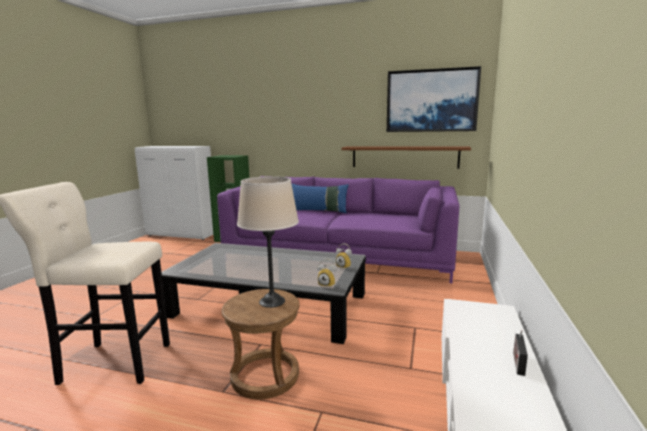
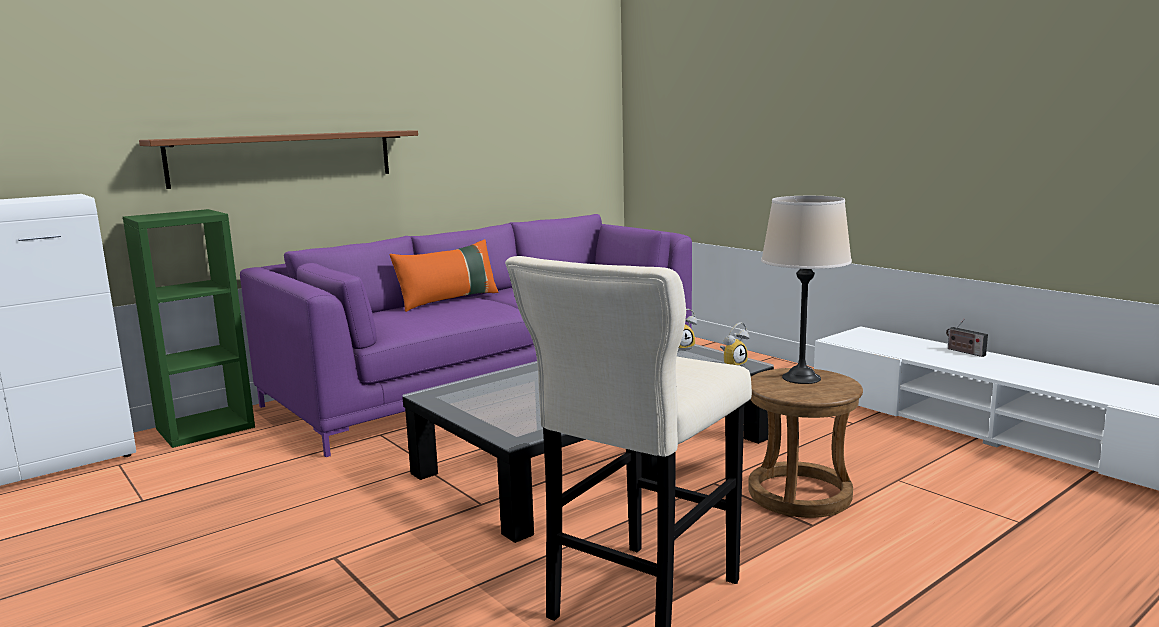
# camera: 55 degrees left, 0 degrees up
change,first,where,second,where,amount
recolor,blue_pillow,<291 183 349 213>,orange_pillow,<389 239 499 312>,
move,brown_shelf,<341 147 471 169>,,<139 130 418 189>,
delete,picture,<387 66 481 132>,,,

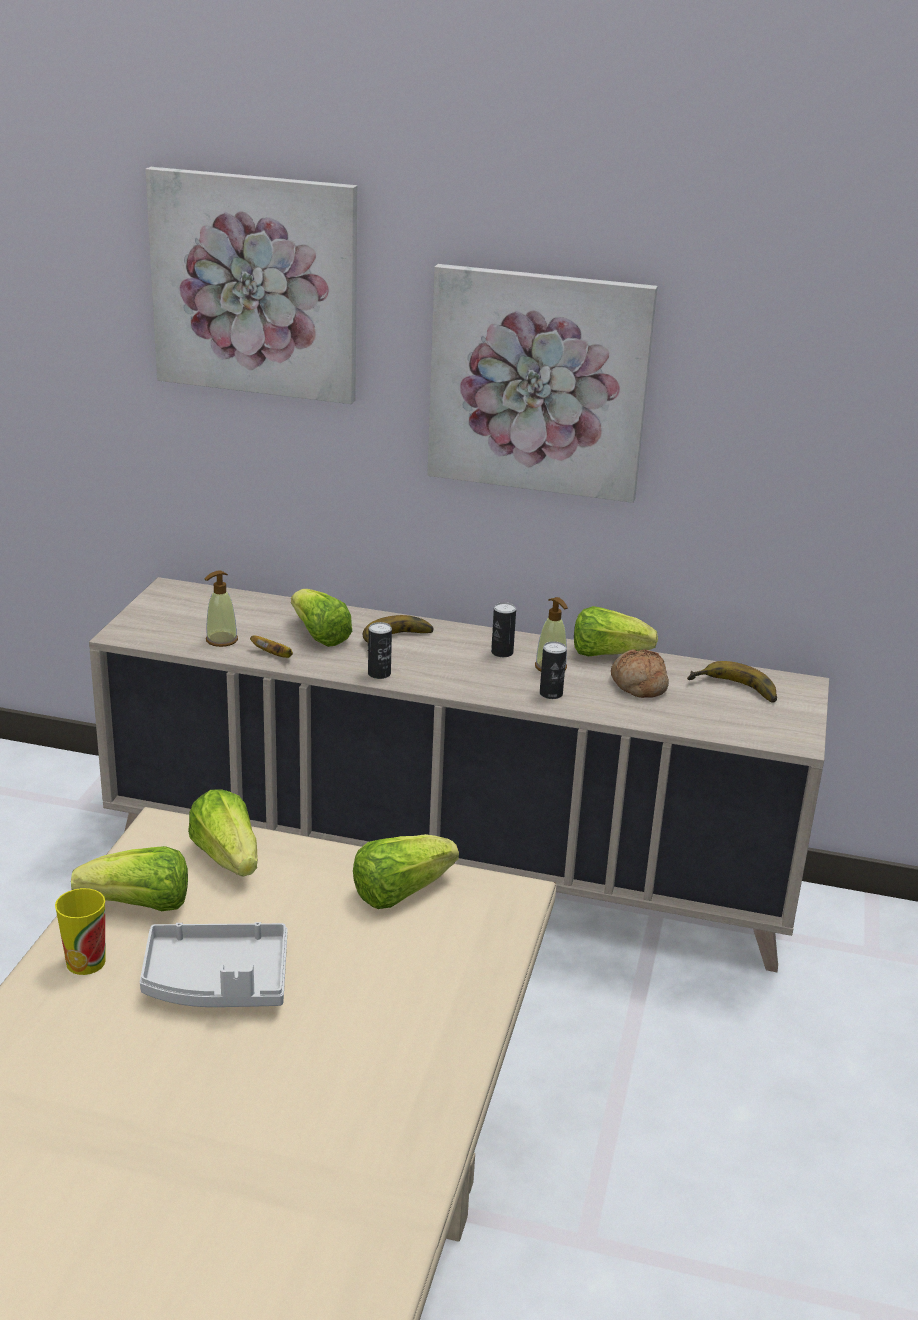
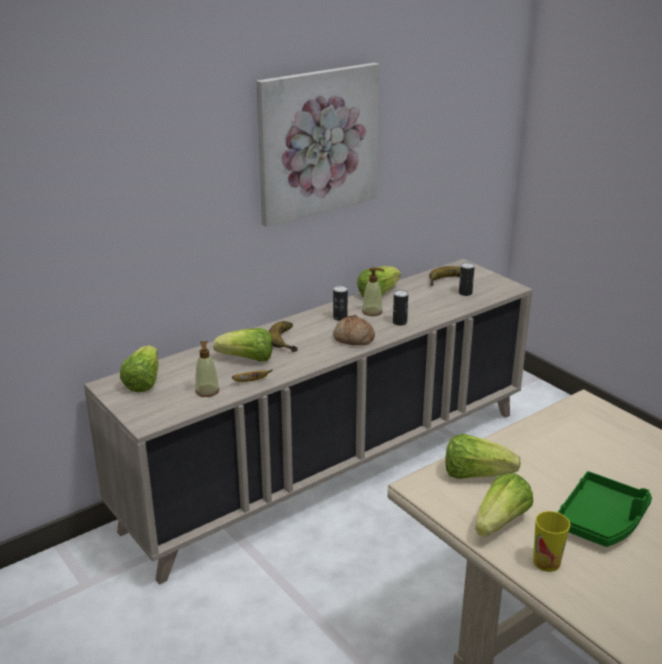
# camera: 50 degrees left, 0 degrees up
change,first,where,second,where,amount
recolor,grey_tray,<140 922 288 1007>,green_tray,<558 471 652 547>,
delete,picture,<145 167 357 404>,,,
move,lettuce,<353 834 459 909>,,<120 345 158 392>,
move,can,<368 622 392 679>,,<459 262 475 296>,
move,bread,<611 649 669 698>,,<333 315 375 345>,

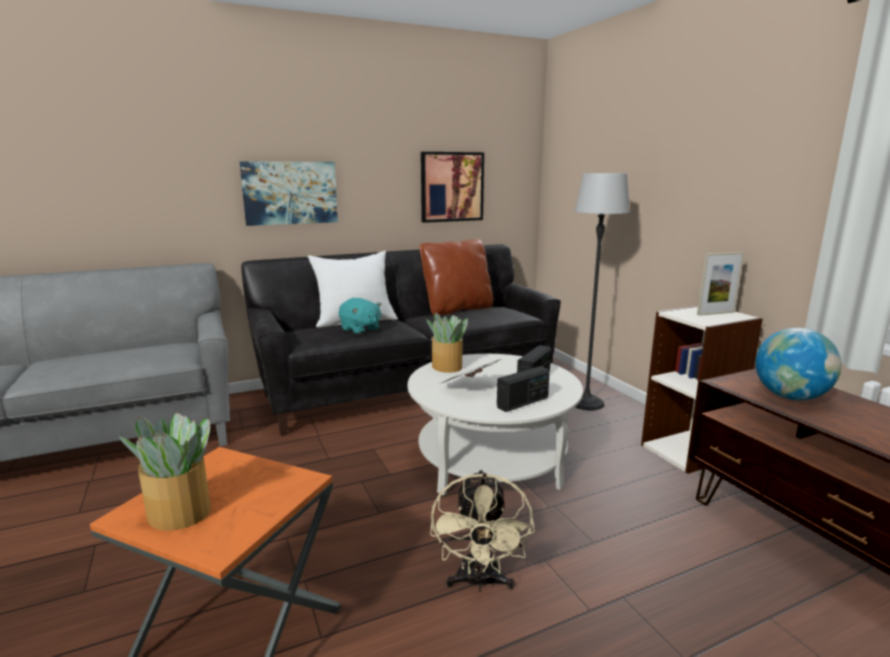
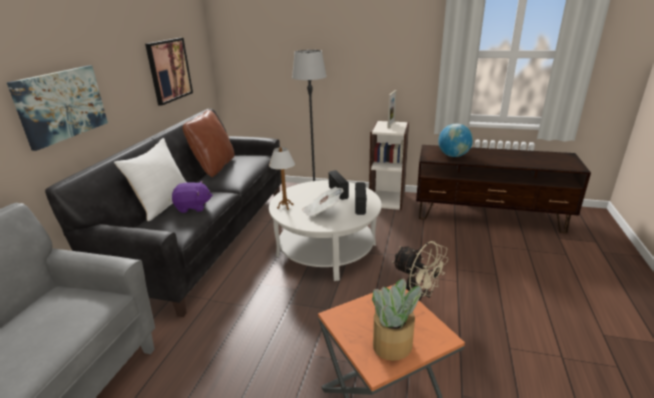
# camera: 50 degrees left, 10 degrees up
change,first,where,second,where,amount
recolor,turquoise_plush_toy,<339 298 381 334>,purple_plush_toy,<172 181 213 213>,
replace,potted_plant,<426 313 468 373>,table_lamp,<269 147 295 210>,

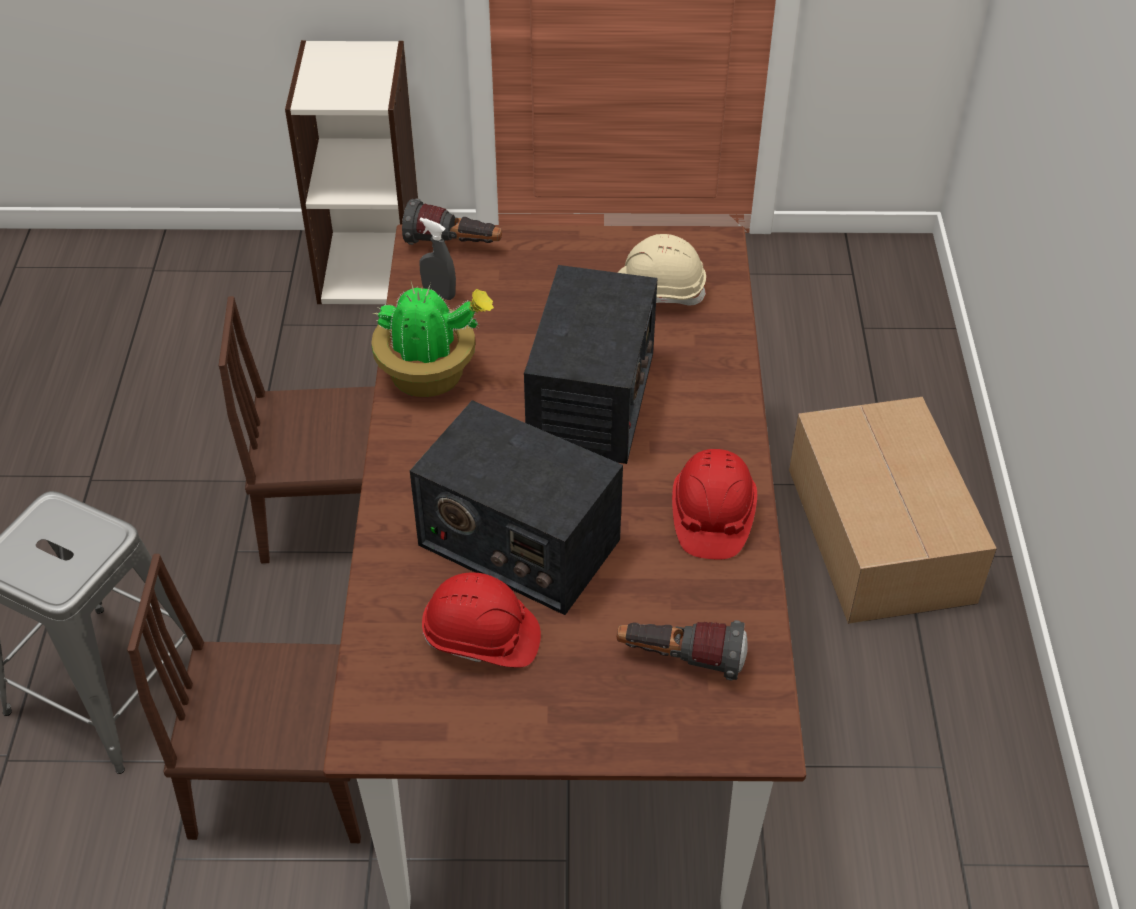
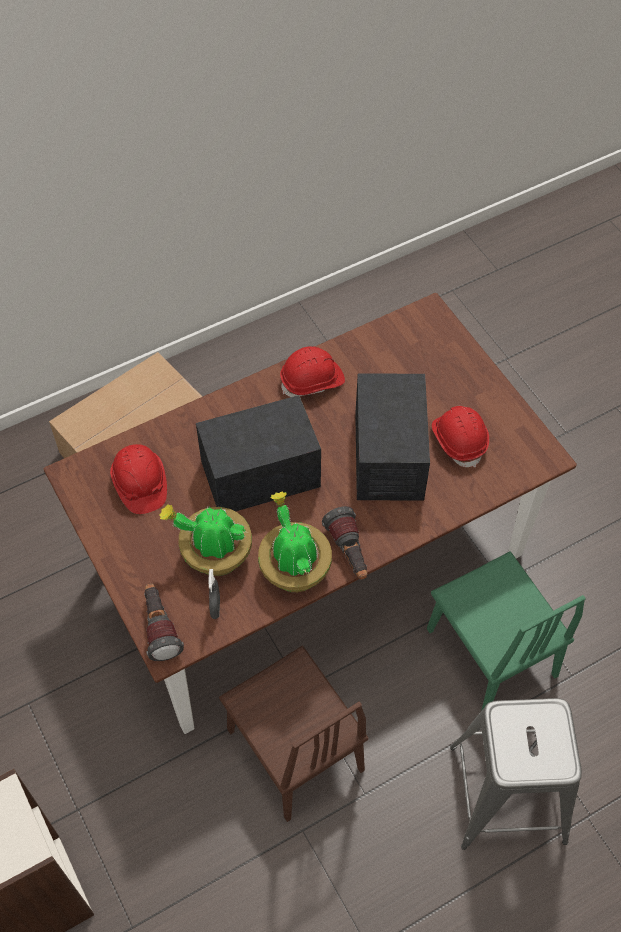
# camera: 120 degrees left, 10 degrees up
change,first,where,second,where,amount
recolor,brown_chair,<127 554 361 843>,green_chair,<427 551 586 711>,
move,flashlight,<617 620 747 680>,,<322 506 367 580>,
recolor,beige_hard_hat,<618 234 706 305>,red_hard_hat,<110 444 167 514>,
insert,,,potted_plant,<159 504 252 576>,

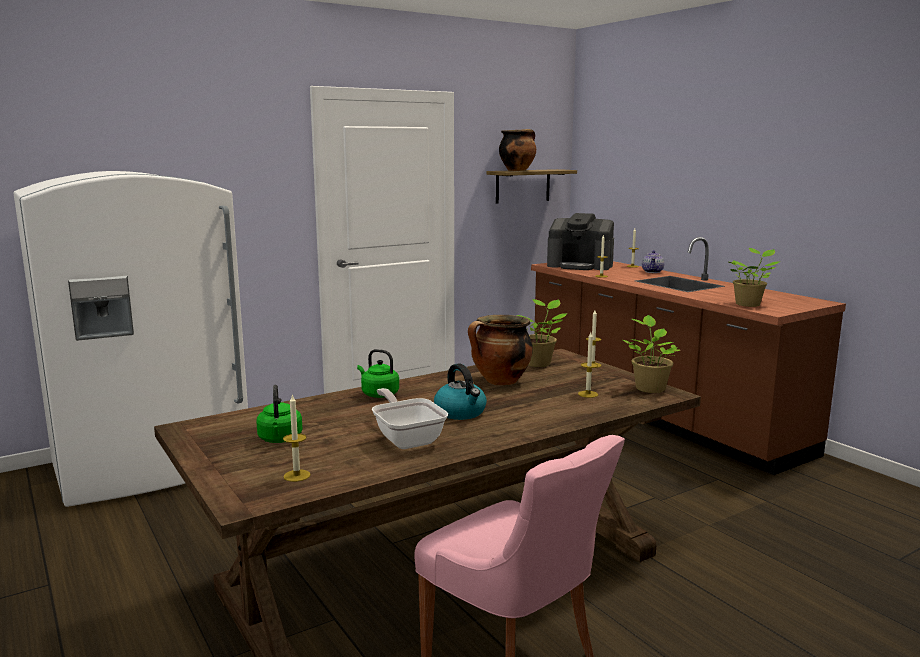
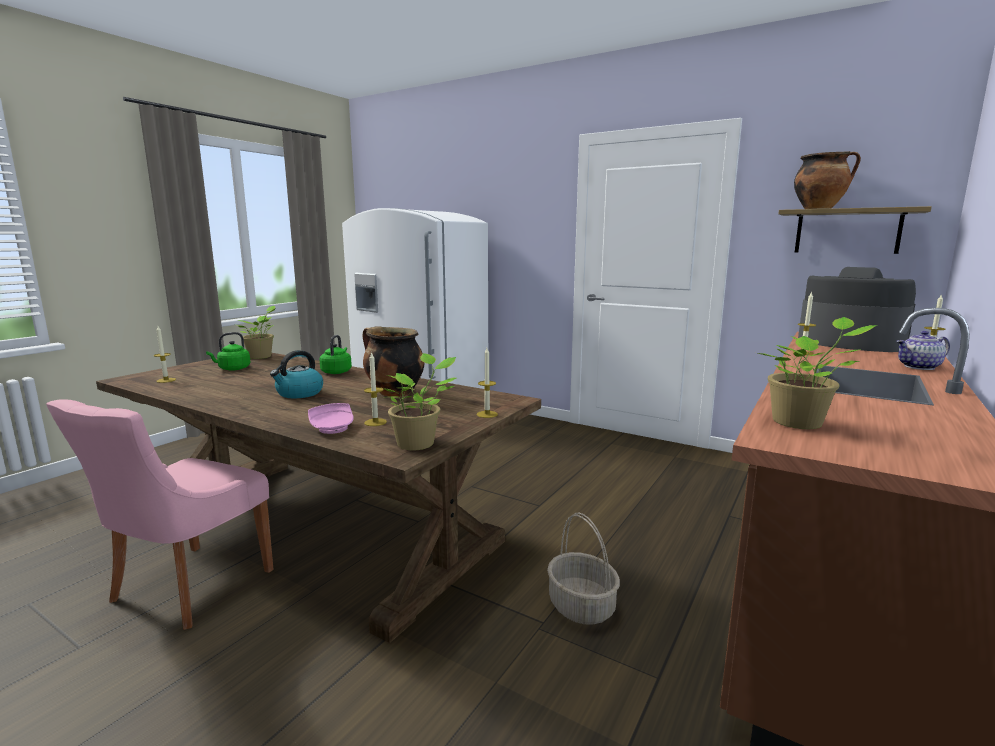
# camera: 65 degrees right, 0 degrees up
change,first,where,second,where,amount
delete,frying_pan,<372 388 448 449>,,,
move,potted_plant,<517 299 567 367>,,<238 306 276 359>,
rotate,coffee_machine,<547 213 614 270>,,<798 267 916 352>,135 degrees clockwise
insert,,,pink_plate,<308 403 354 434>,
insert,,,basket,<547 513 620 625>,

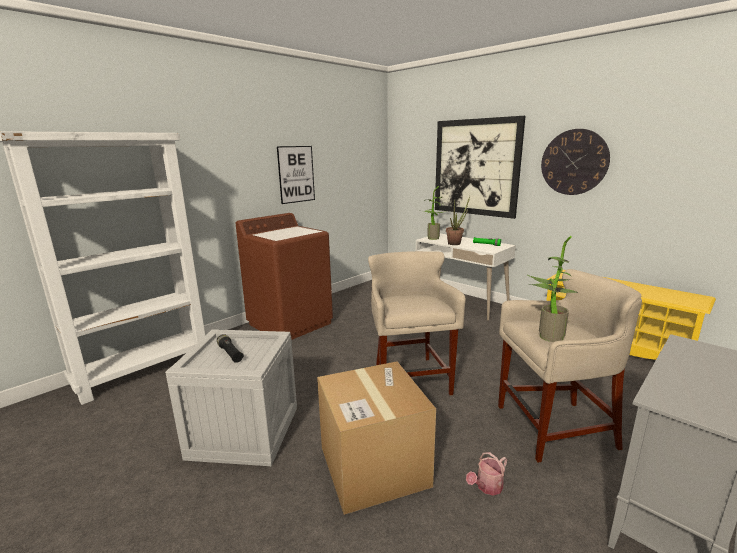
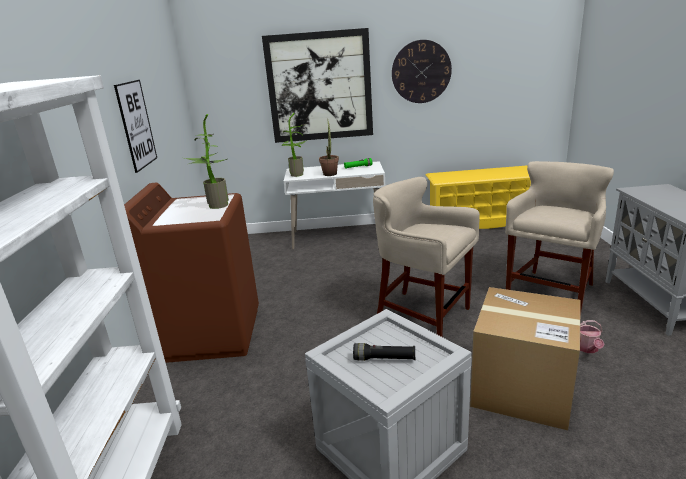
# camera: 45 degrees left, 5 degrees up
change,first,where,second,where,amount
move,potted_plant,<528 236 578 342>,,<185 114 229 209>,

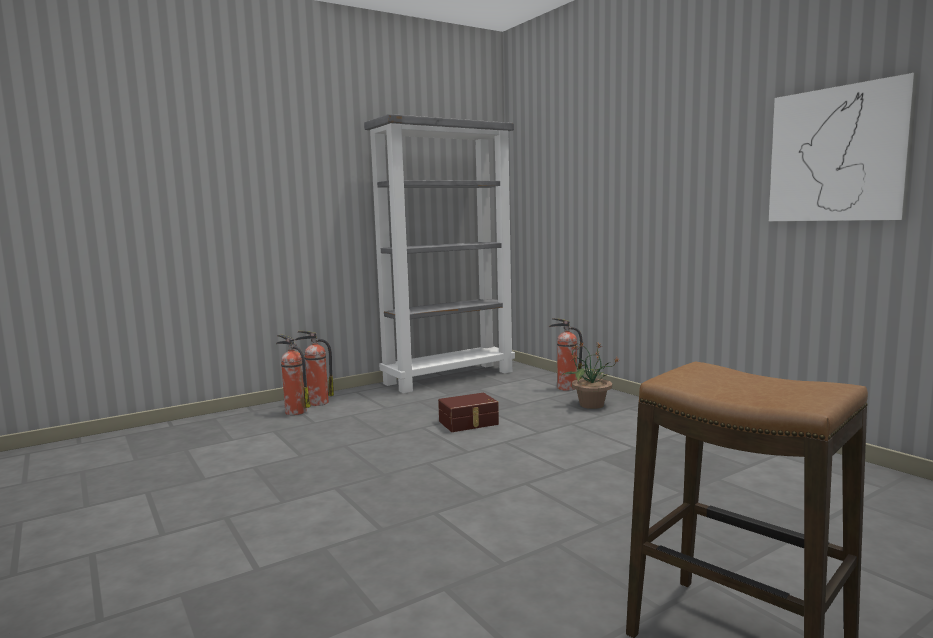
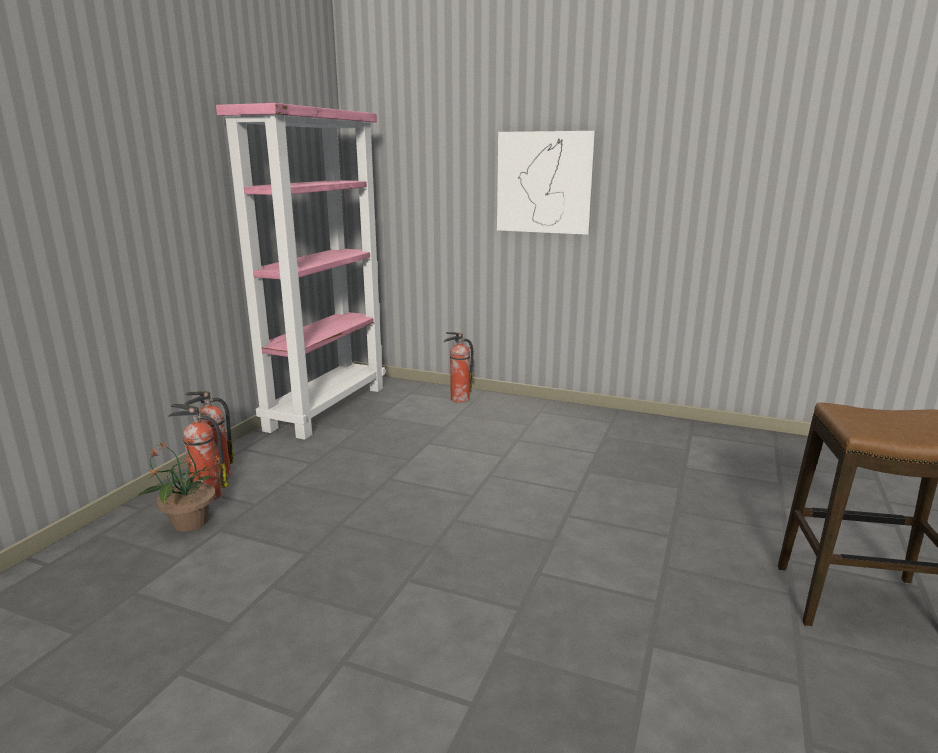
# camera: 35 degrees left, 10 degrees up
change,first,where,second,where,amount
recolor,grey_bookcase,<364 114 515 393>,pink_bookcase,<216 103 385 440>,
delete,brown_storage_box,<438 393 499 432>,,,
move,potted_plant,<562 342 619 409>,,<138 438 221 532>,
move,picture,<769 73 918 221>,,<497 131 596 235>,

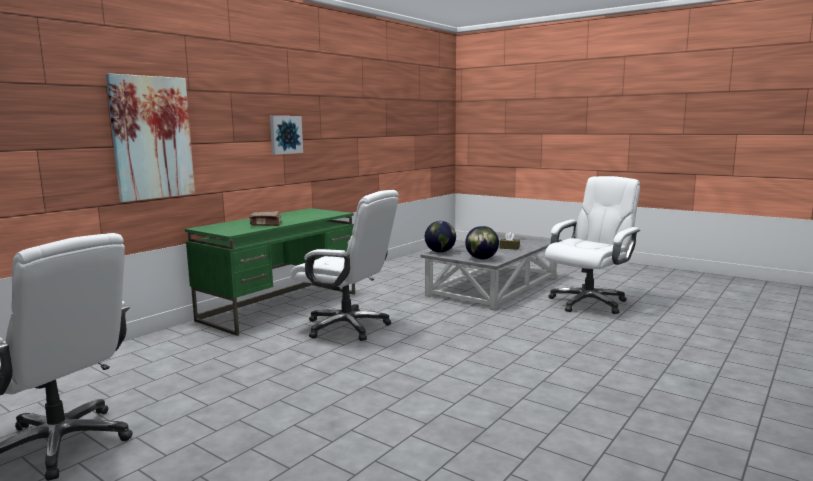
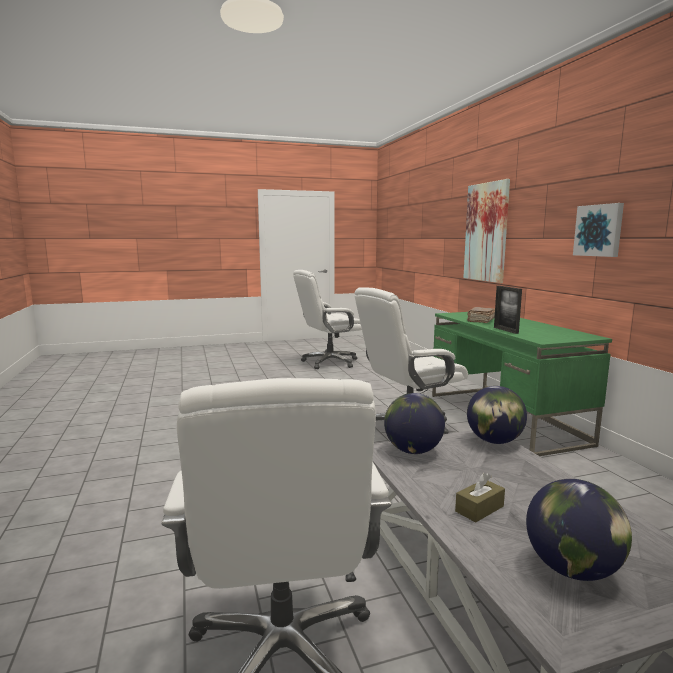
# camera: 125 degrees right, 0 degrees up
change,first,where,second,where,amount
insert,,,picture_frame,<494 286 522 334>,
insert,,,globe,<526 479 632 581>,

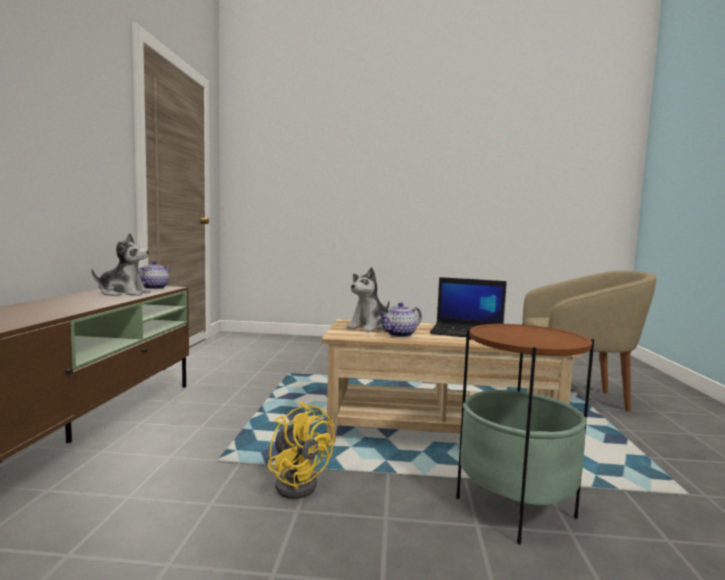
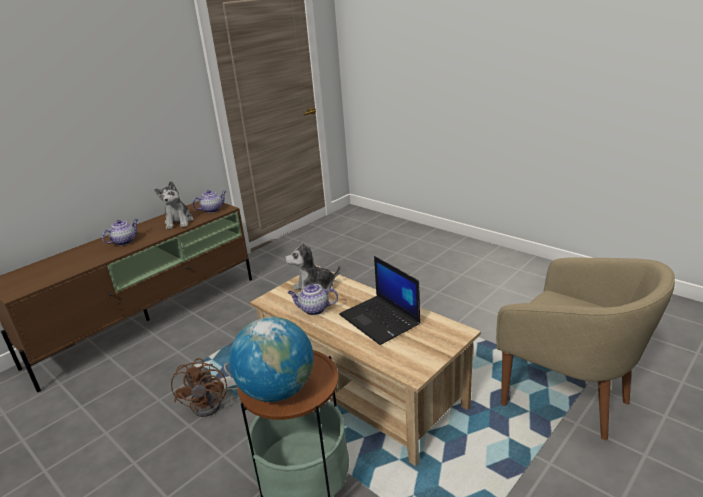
# camera: 40 degrees right, 20 degrees up
change,first,where,second,where,amount
rotate,plush_toy,<91 233 151 296>,,<154 181 193 229>,45 degrees clockwise
recolor,yellow_fan,<268 402 334 499>,brown_fan,<171 358 238 417>,
insert,,,teapot,<102 219 138 246>,
insert,,,globe,<229 317 314 402>,

